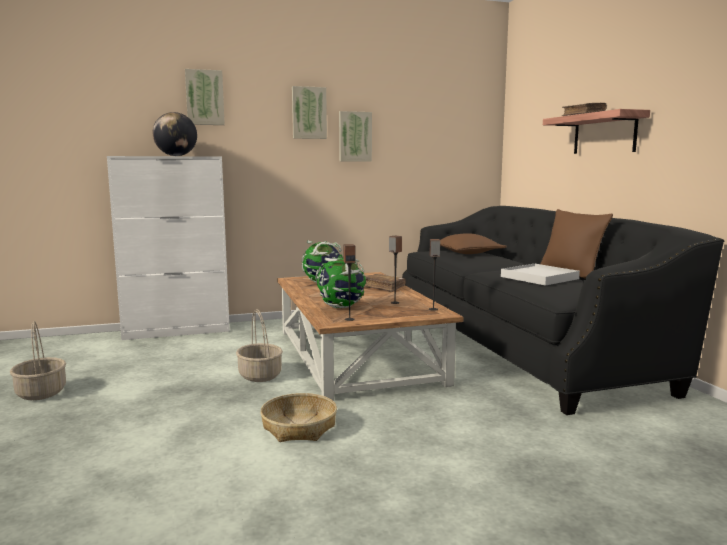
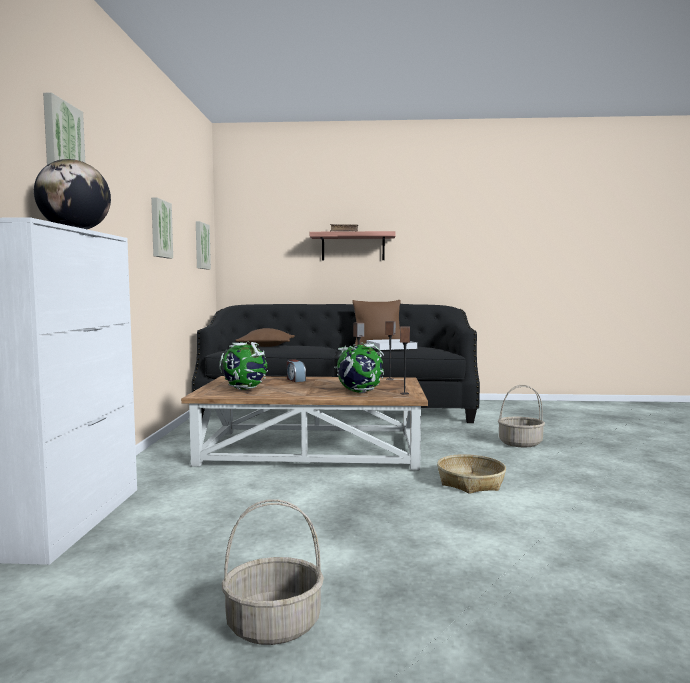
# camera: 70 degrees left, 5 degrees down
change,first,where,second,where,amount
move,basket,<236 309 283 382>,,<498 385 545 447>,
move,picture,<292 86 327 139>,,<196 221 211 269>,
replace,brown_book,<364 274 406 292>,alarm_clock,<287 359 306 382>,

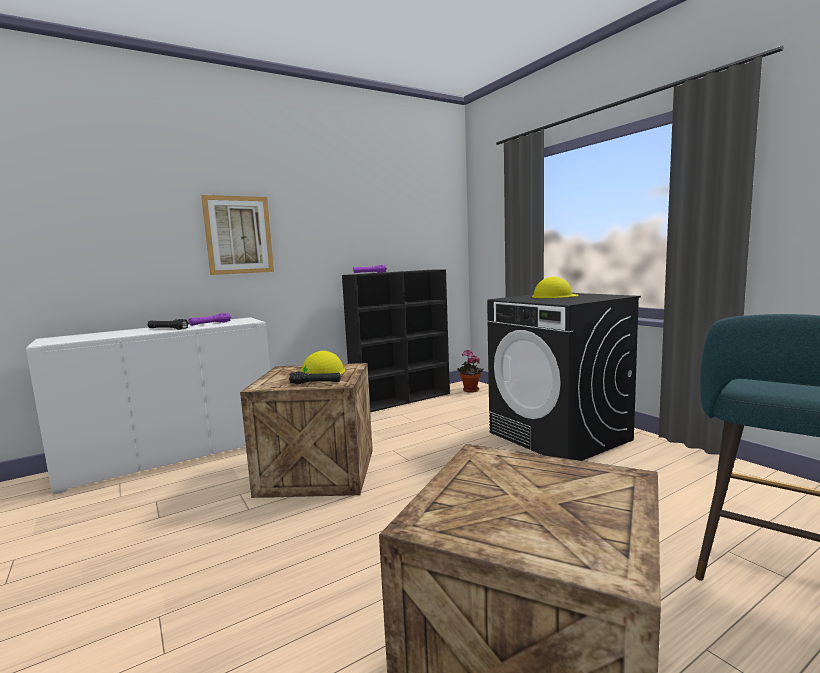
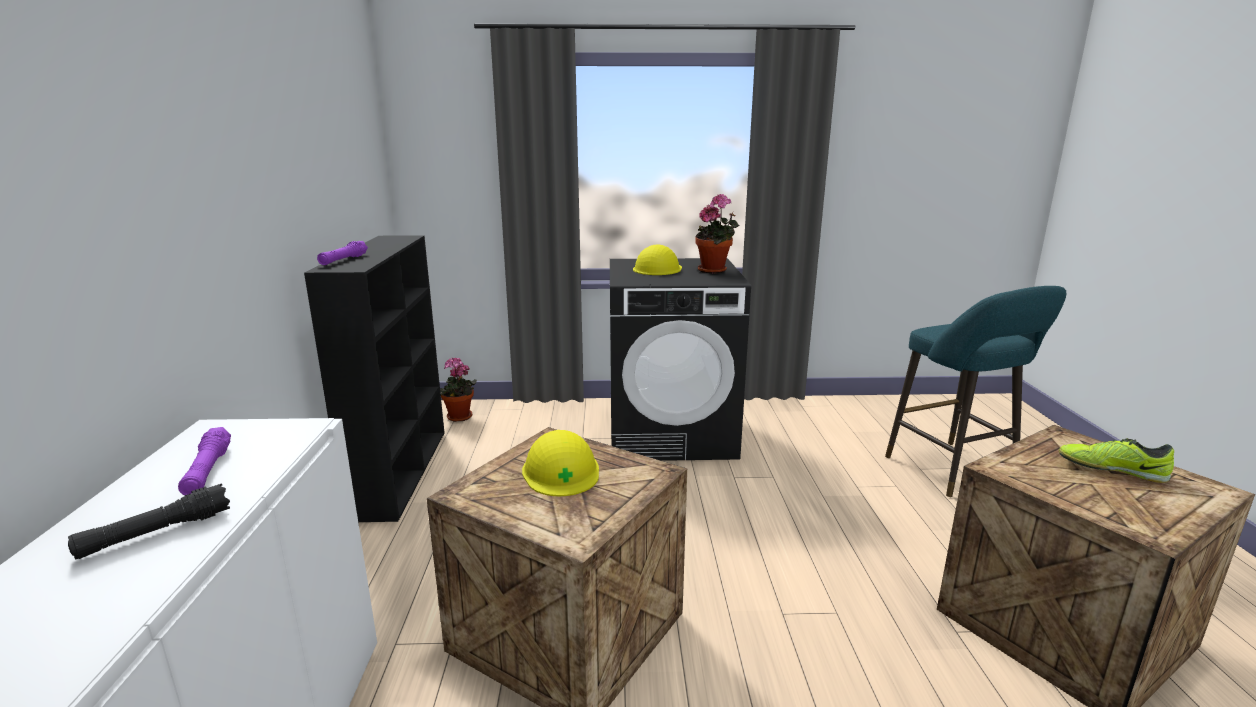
# camera: 60 degrees left, 10 degrees up
change,first,where,second,where,amount
delete,picture,<201 195 274 275>,,,
delete,black_flashlight,<289 372 341 384>,,,
insert,,,potted_plant,<695 194 739 274>,
insert,,,shoe,<1058 438 1174 483>,

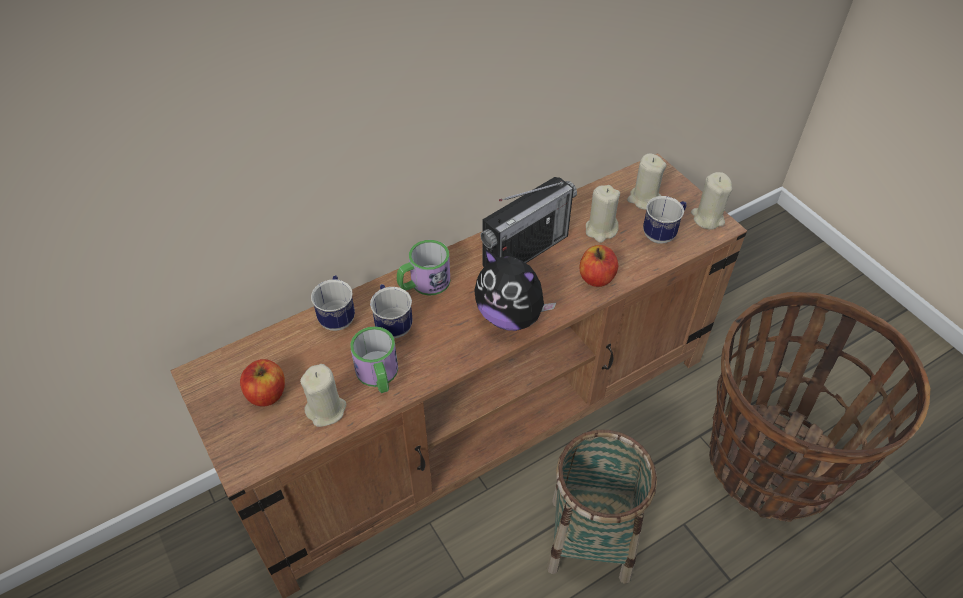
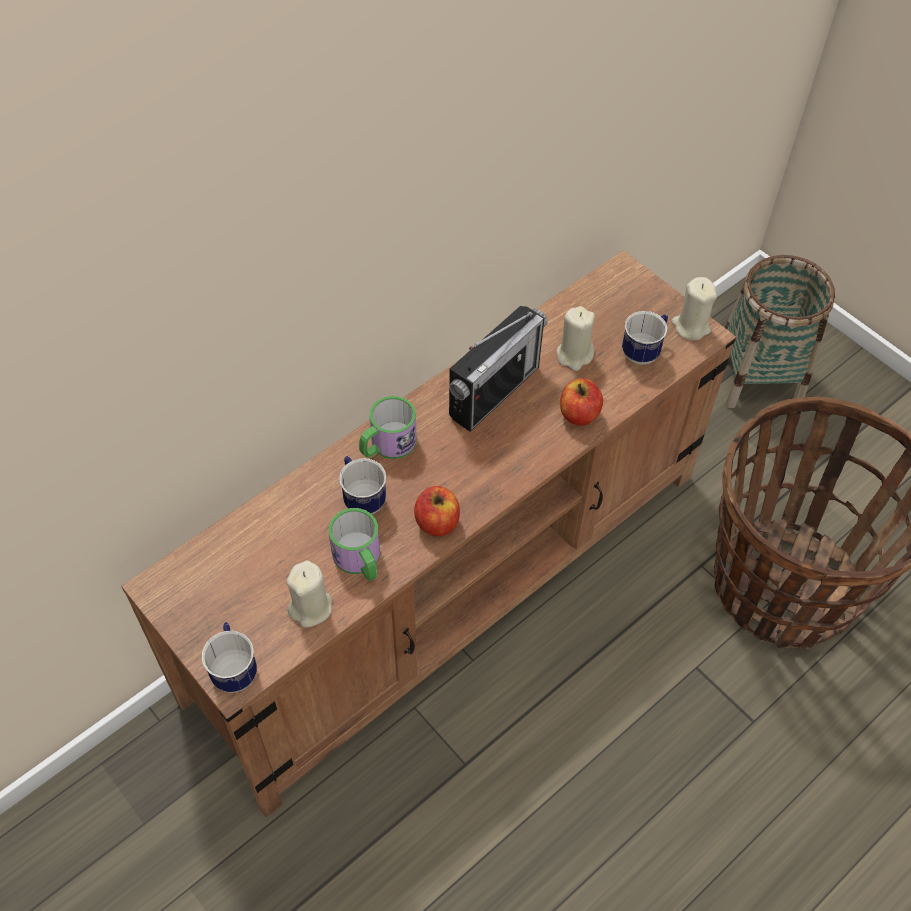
# camera: 10 degrees left, 5 degrees up
change,first,where,second,where,amount
move,apple,<240 359 285 406>,,<414 486 460 536>,
move,mug,<311 275 355 331>,,<202 622 257 693>,
delete,plush_toy,<474 249 557 331>,,,
move,basket,<547 430 657 584>,,<725 255 835 409>,
delete,beige_candle,<627 153 666 210>,,,

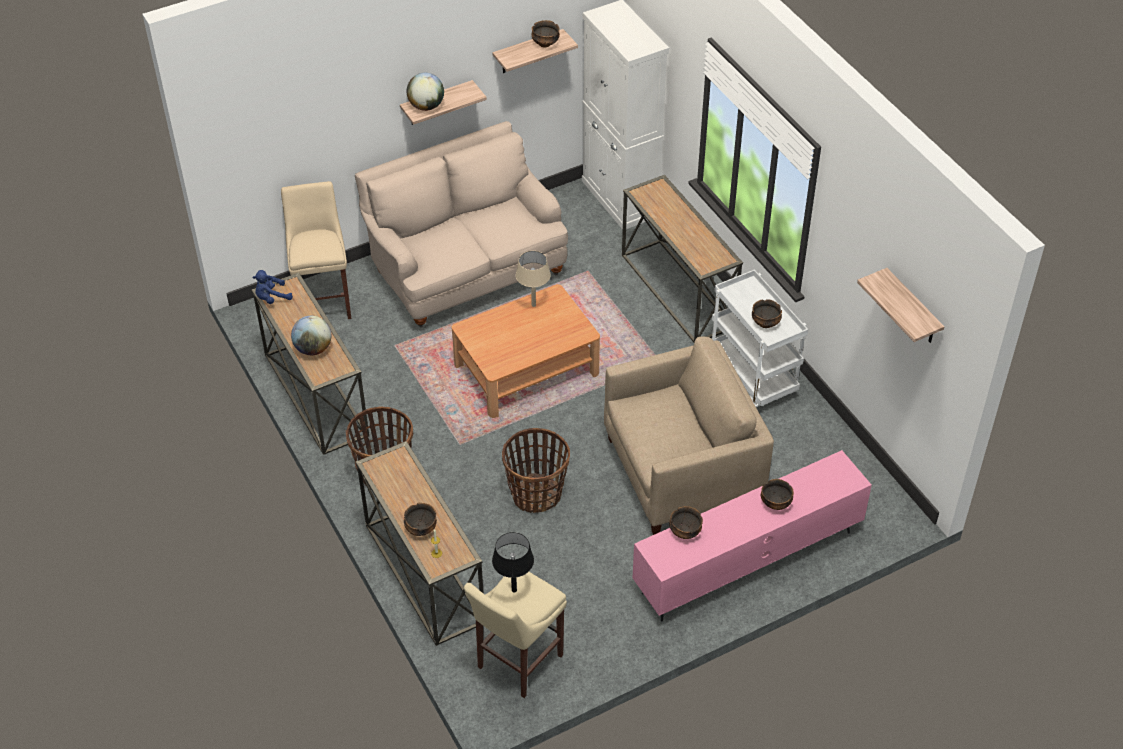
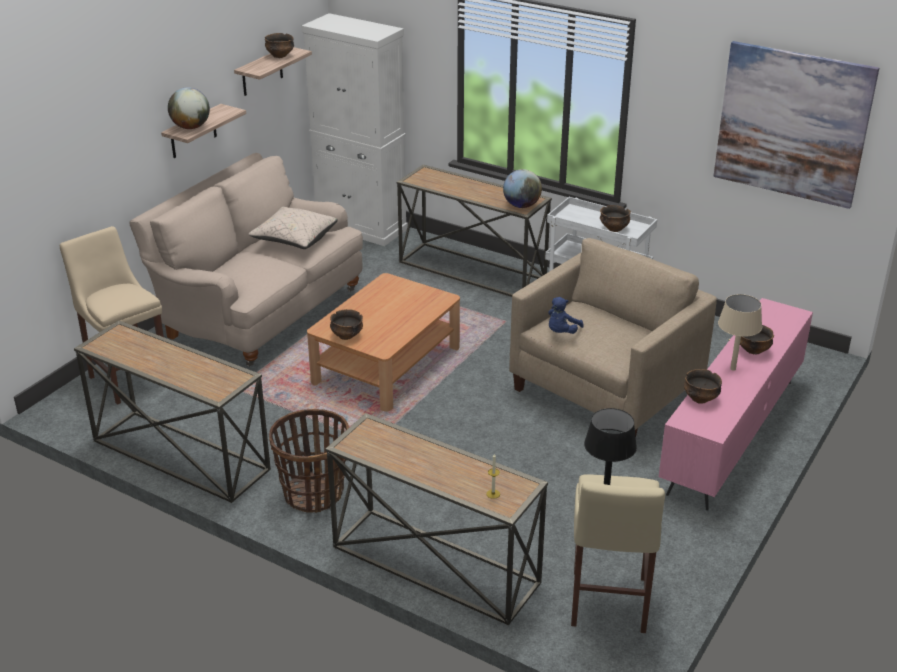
# camera: 30 degrees left, 15 degrees down
change,first,where,second,where,amount
move,blue_plush_toy,<253 270 293 304>,,<548 297 584 334>,
move,globe,<291 316 332 355>,,<503 169 542 208>,
move,bowl,<404 503 437 536>,,<330 309 363 340>,
delete,basket,<502 428 570 513>,,,
move,beige_table_lamp,<516 251 551 307>,,<718 294 762 371>,
replace,shelf,<857 268 945 343>,picture,<713 41 879 209>,
insert,,,beige_pillow,<249 207 338 249>,

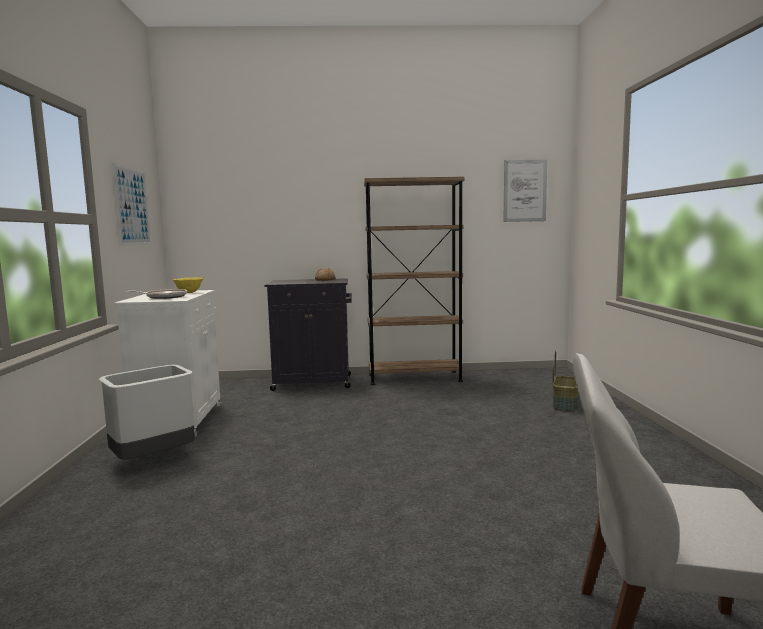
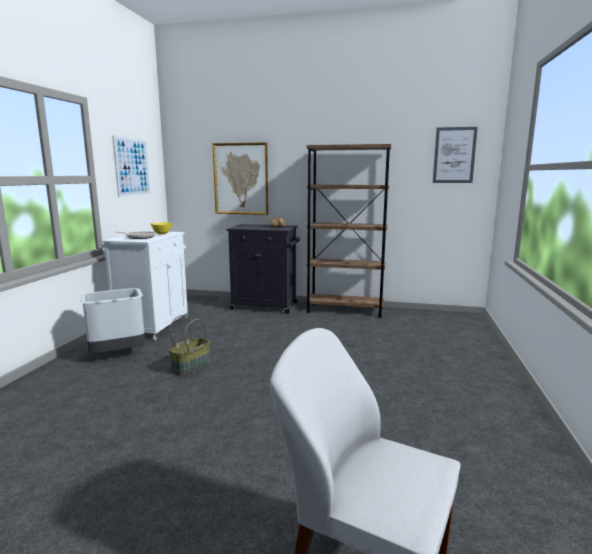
# camera: 15 degrees right, 5 degrees up
change,first,where,second,where,amount
move,basket,<552 351 580 412>,,<168 315 211 376>,
insert,,,picture,<213 142 268 215>,

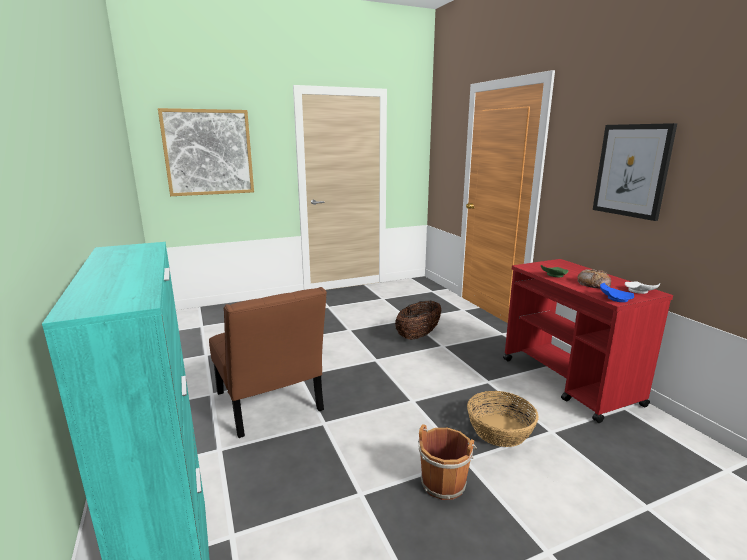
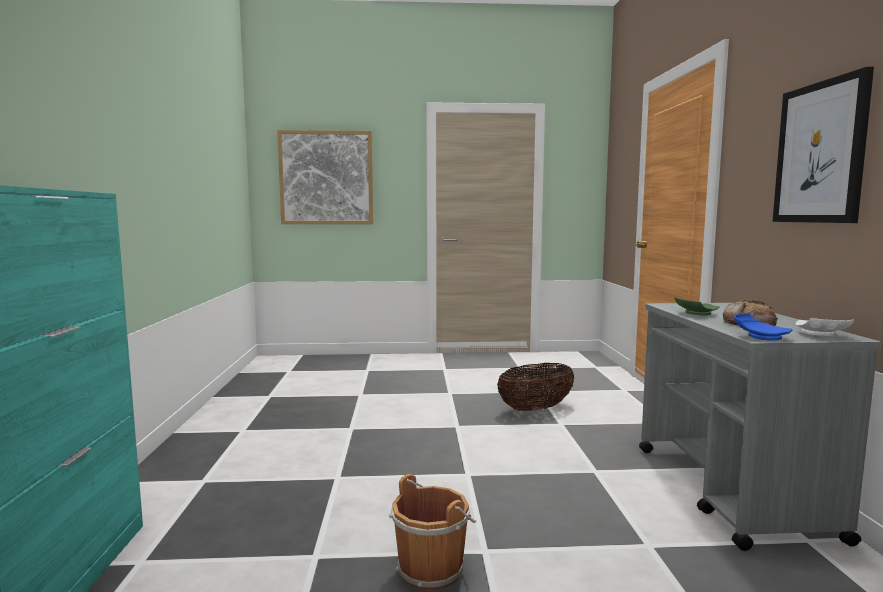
# camera: 20 degrees right, 10 degrees down
change,first,where,second,where,amount
delete,brown_chair,<209 287 327 438>,,,
delete,basket,<467 391 539 447>,,,
recolor,red_cart,<503 259 673 423>,grey_cart,<639 303 881 551>,

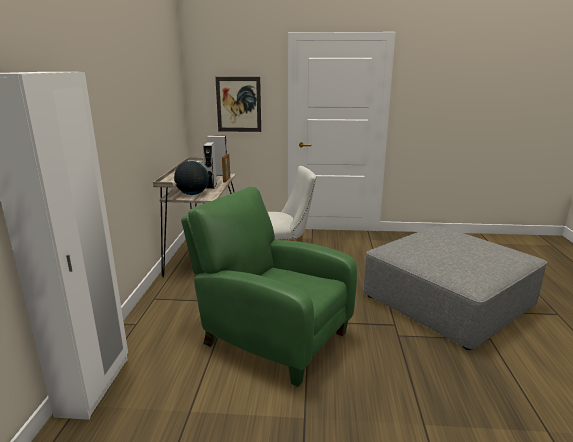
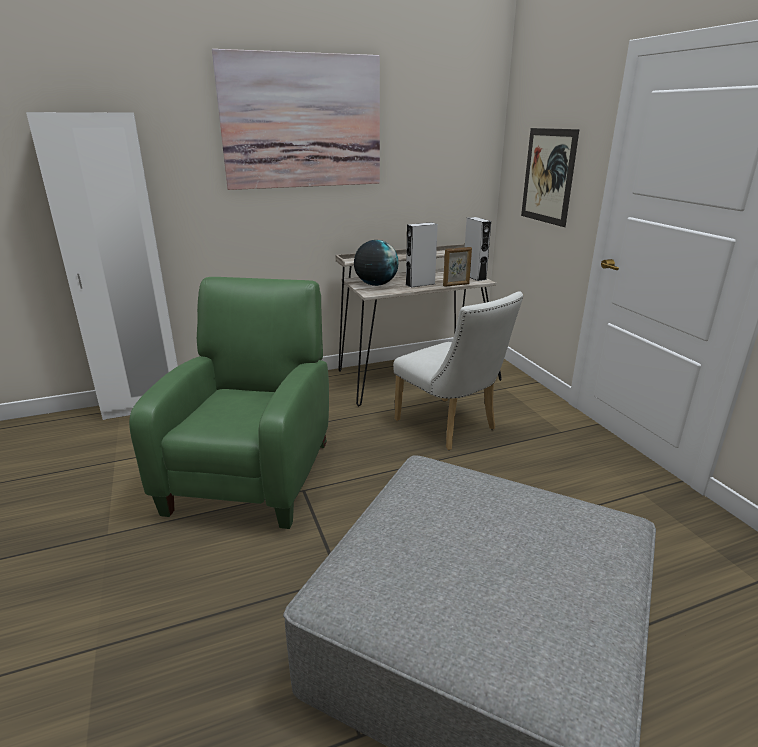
# camera: 65 degrees right, 5 degrees up
change,first,where,second,where,amount
insert,,,picture,<212 49 380 190>,

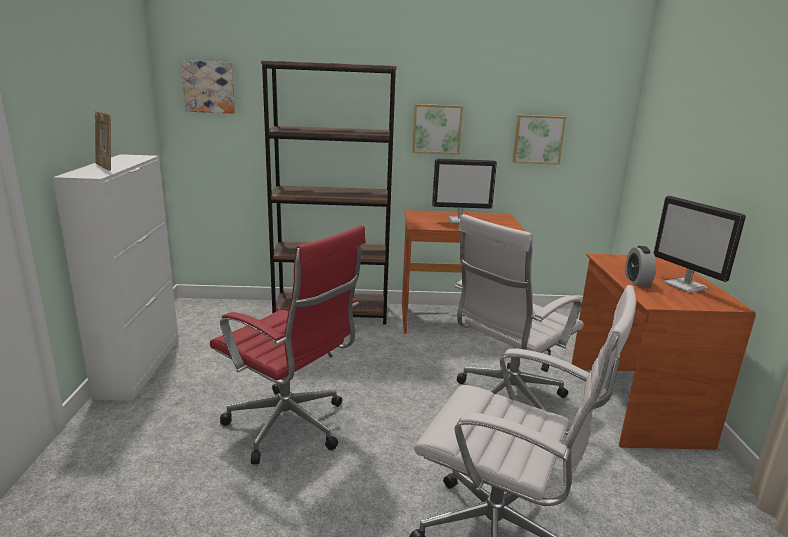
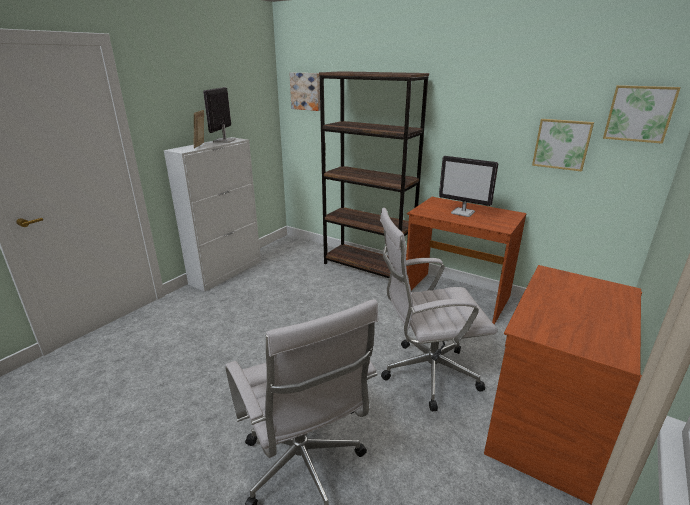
# camera: 35 degrees right, 5 degrees up
change,first,where,second,where,amount
delete,red_office_chair,<210 225 366 464>,,,
move,picture,<412 104 463 155>,,<603 85 681 144>,
delete,alarm_clock,<625 246 656 287>,,,
move,monitor,<654 196 746 293>,,<203 87 235 143>,

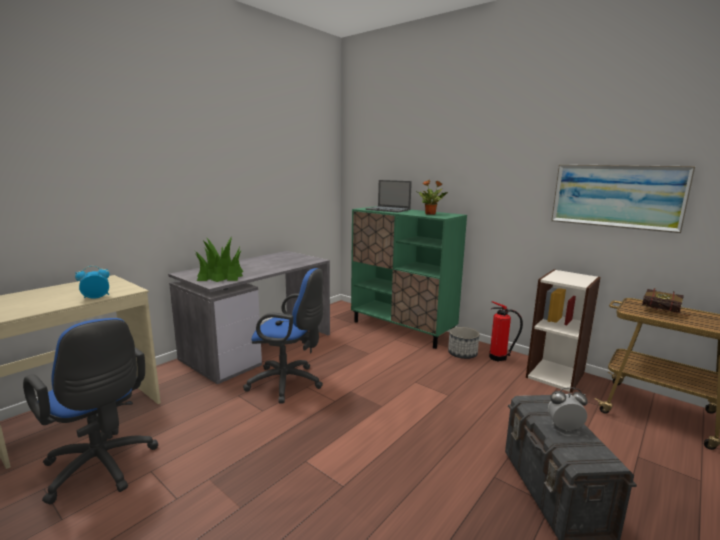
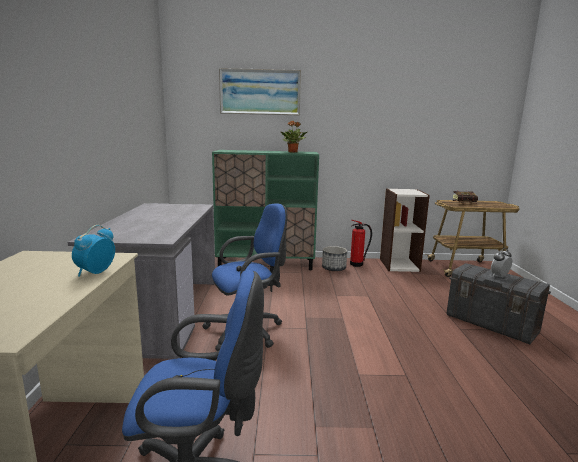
# camera: 40 degrees left, 0 degrees up
change,first,where,second,where,amount
delete,potted_plant,<195 236 243 282>,,,
delete,laptop,<365 180 412 213>,,,
move,picture,<551 164 696 233>,,<219 68 301 115>,

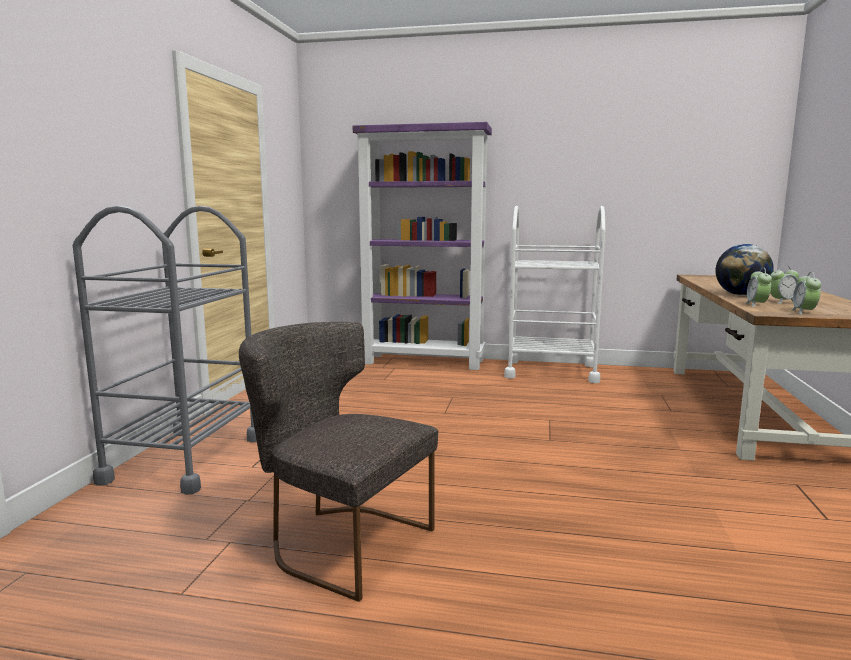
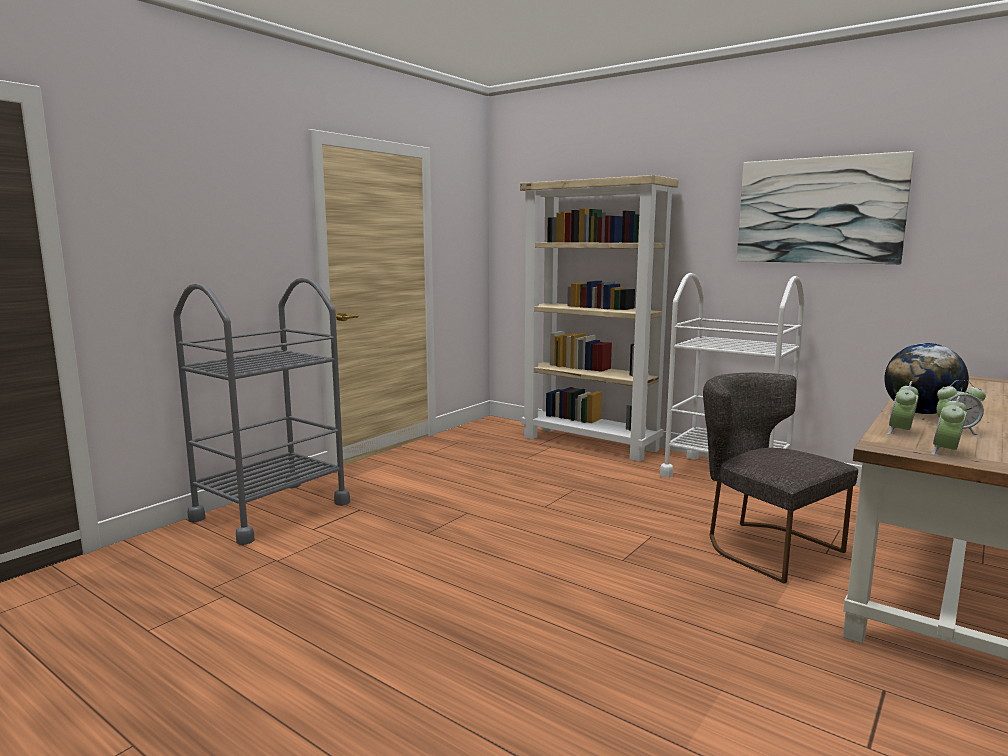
# camera: 25 degrees right, 0 degrees up
change,first,where,second,where,amount
move,grey_chair,<239 322 438 602>,,<703 372 858 584>,
recolor,purple_bookcase,<353 122 492 370>,beige_bookcase,<520 175 679 462>,
insert,,,picture,<737 151 914 264>,

